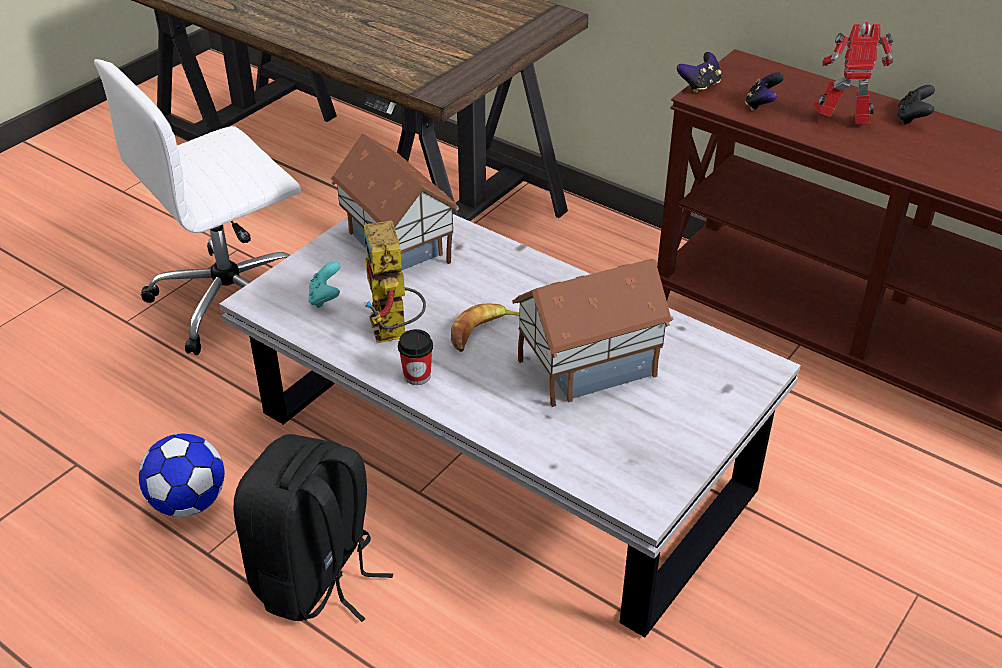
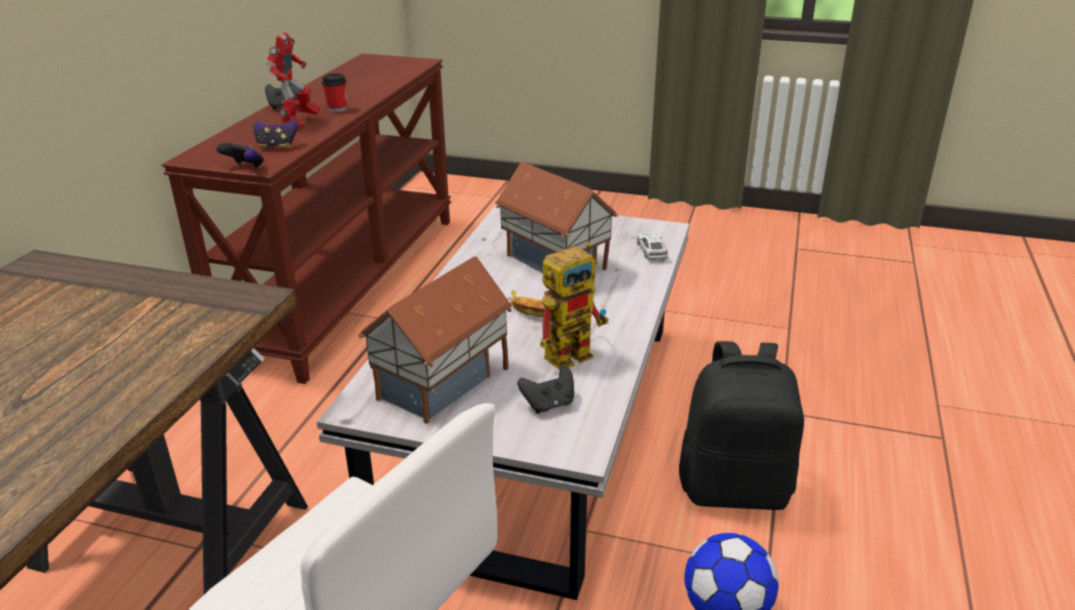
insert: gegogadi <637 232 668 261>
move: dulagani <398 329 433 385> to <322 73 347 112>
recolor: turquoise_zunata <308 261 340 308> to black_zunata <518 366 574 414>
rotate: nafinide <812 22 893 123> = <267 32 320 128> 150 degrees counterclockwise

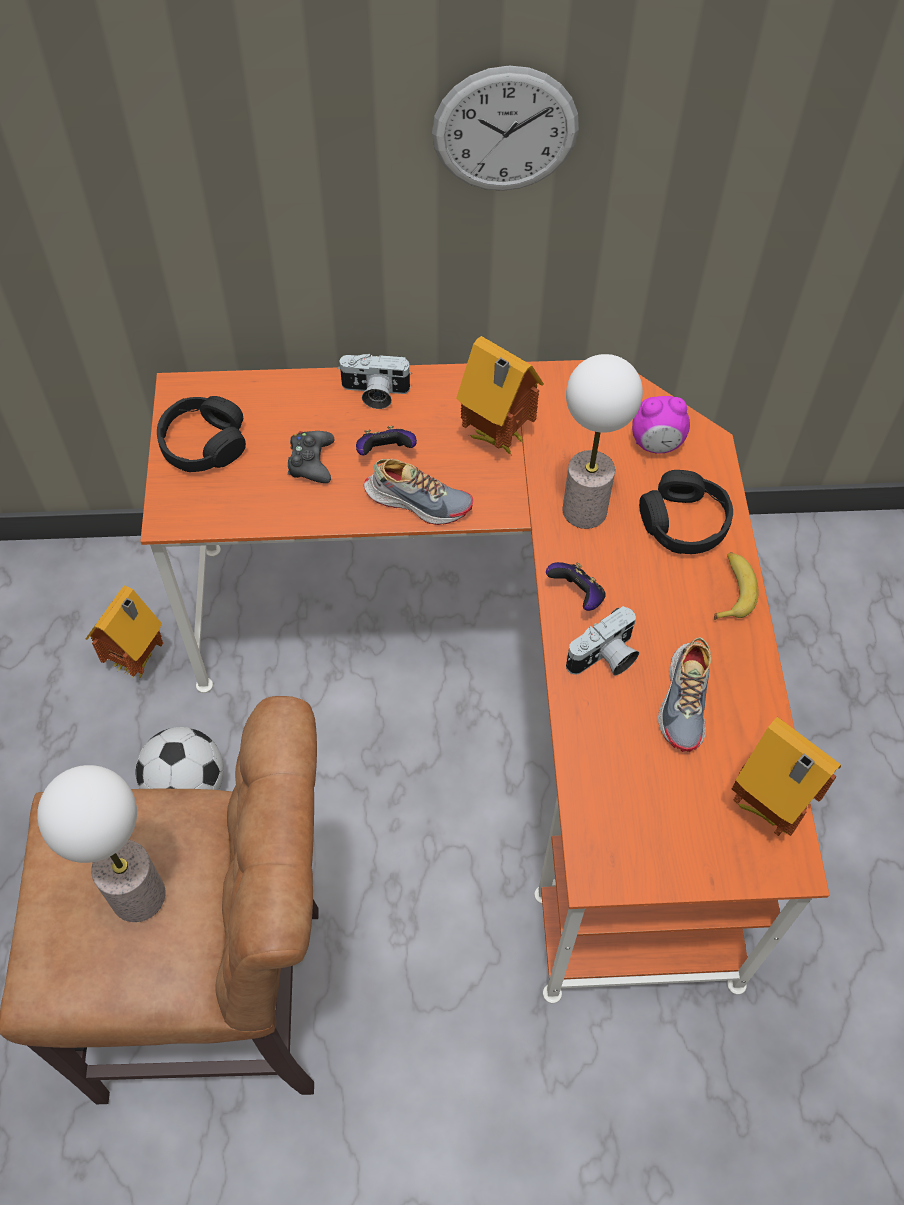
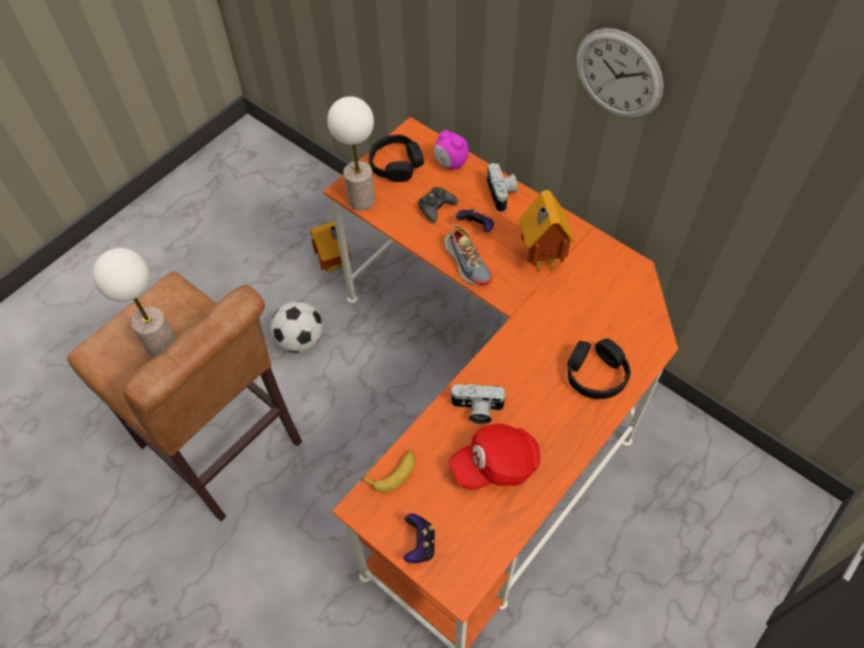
delete: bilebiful <731 717 841 836>
move: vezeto <563 354 643 529> to <327 96 375 211>; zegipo <632 396 690 454> to <434 130 468 169>; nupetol <714 552 759 620> to <360 450 415 492>; zunata <546 562 606 611> to <403 514 435 563>
replace: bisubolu <658 638 711 752> to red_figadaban <449 423 540 490>
rotate: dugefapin <338 354 412 409> = <487 163 517 212> 150 degrees counterclockwise

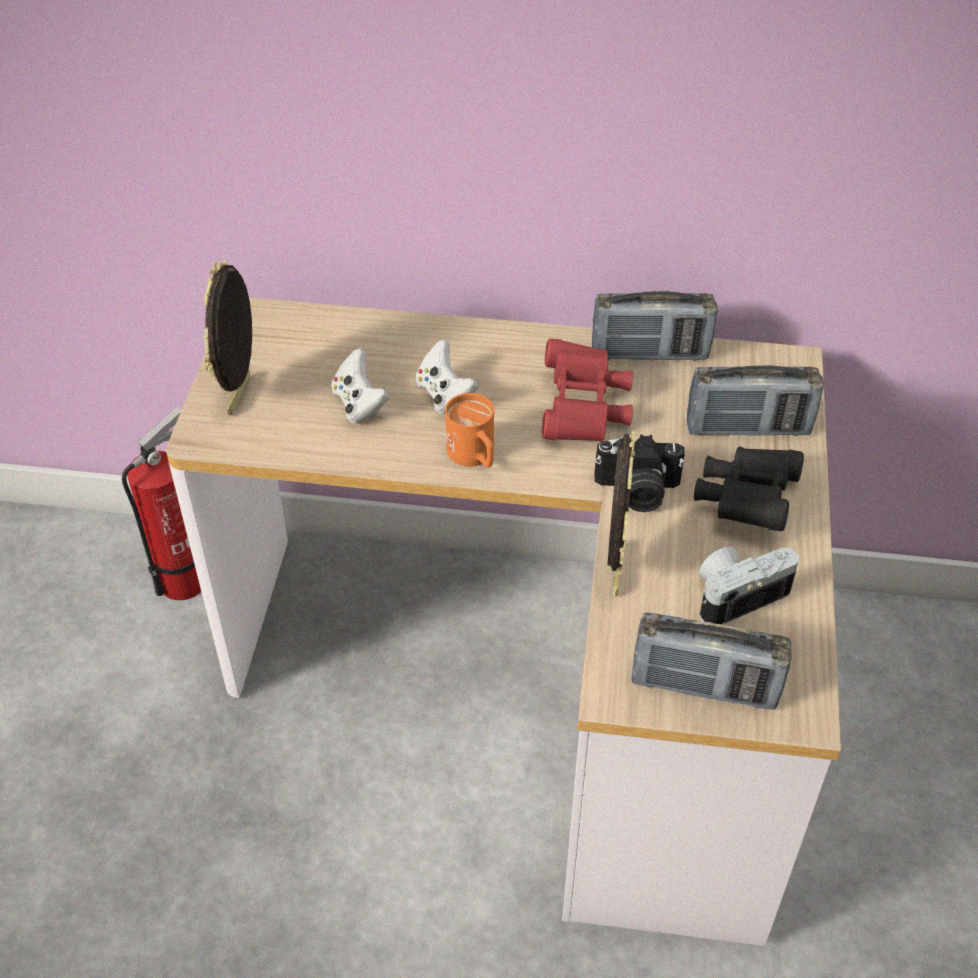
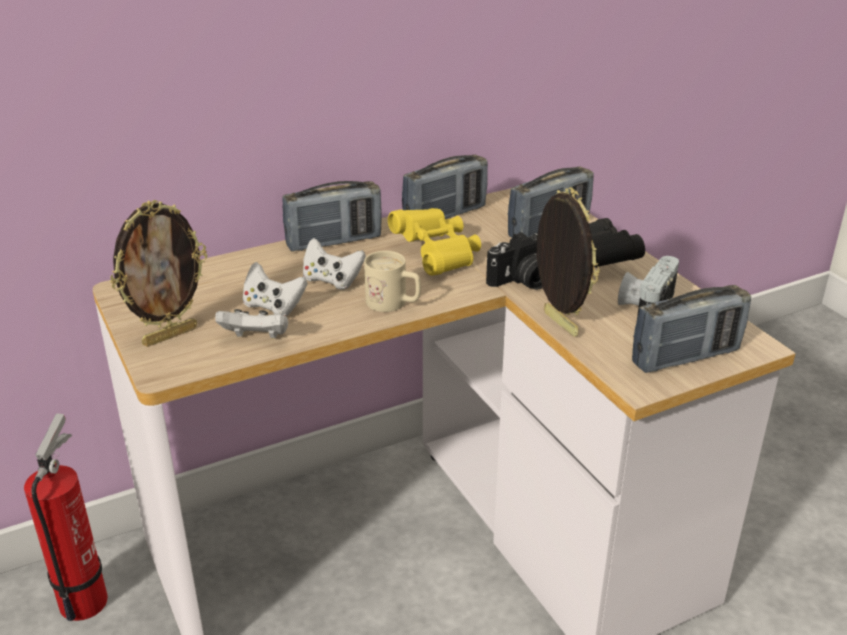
insert: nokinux <283 181 382 251>; white_zunata <215 309 288 339>
recolor: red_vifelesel <542 339 633 442> to yellow_vifelesel <388 208 481 275>; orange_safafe <445 393 494 468> to beige_safafe <364 251 421 312>
rotate: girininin <204 261 252 415> = <110 200 207 347> 105 degrees counterclockwise

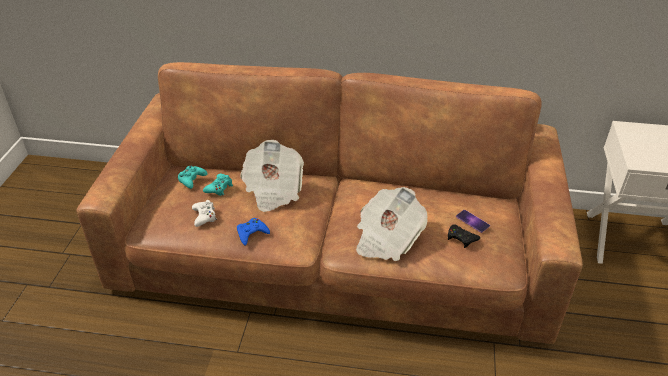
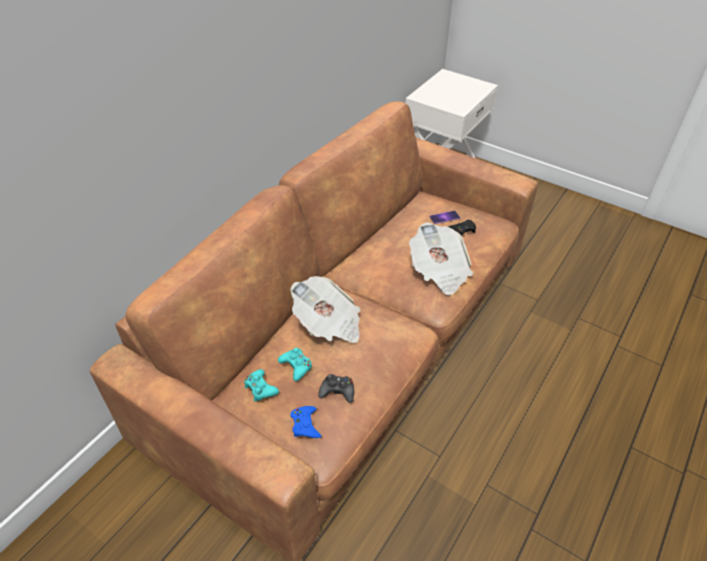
move: blue_zunata <237 218 270 246> to <290 406 321 438>
recolor: white_zunata <192 200 217 227> to black_zunata <318 374 354 403>

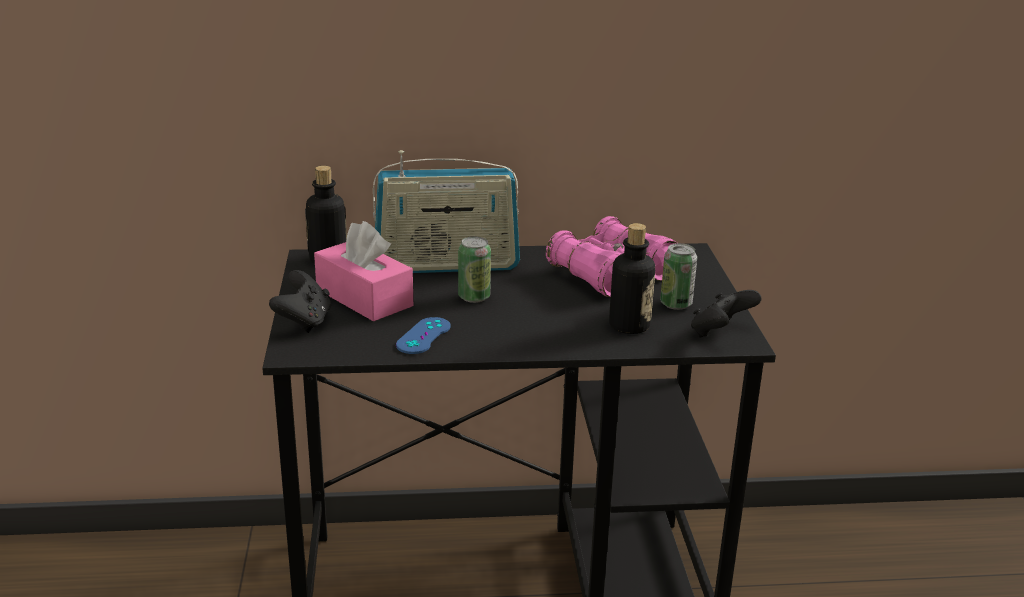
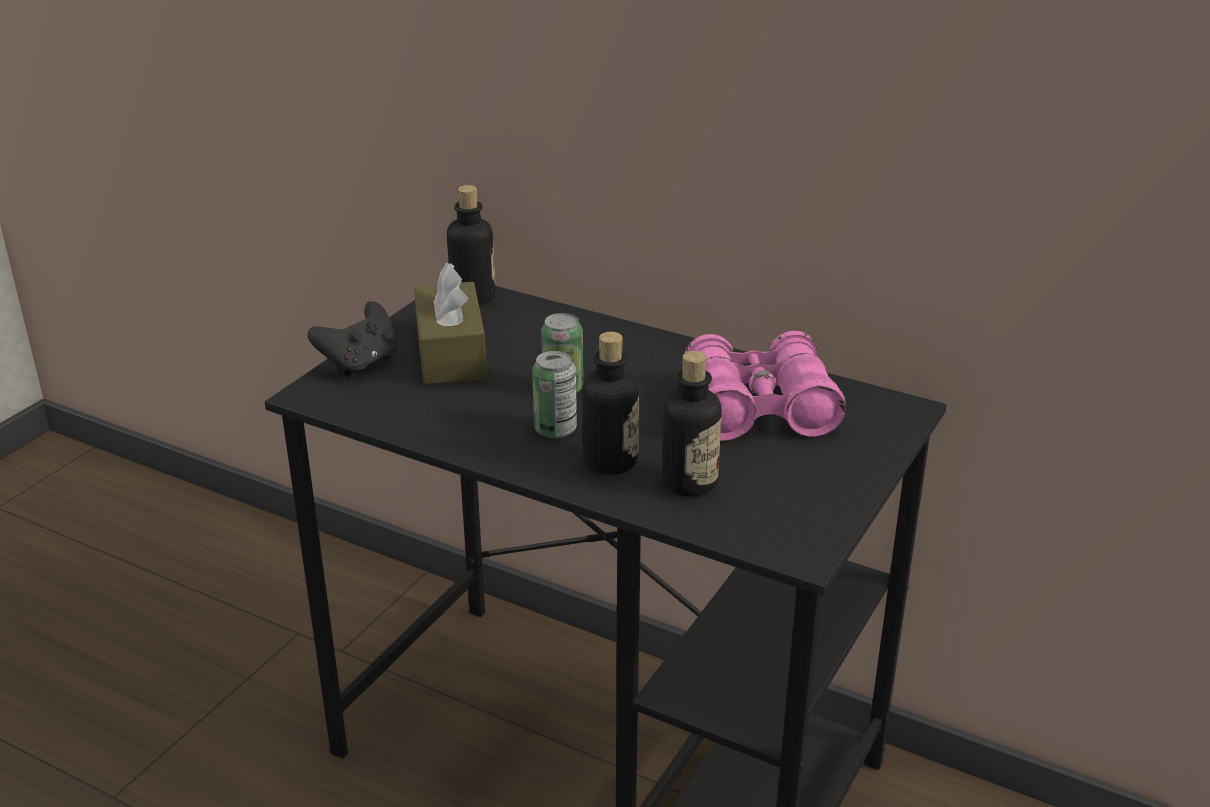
delete: nokinux <373 150 520 273>; black_zunata <691 290 762 338>; blue_zunata <396 317 451 354>
insert: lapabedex <583 332 639 475>
move: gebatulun <660 243 697 310> to <532 351 577 438>
recolor: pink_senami <314 221 413 322> to brown_senami <414 262 487 384>

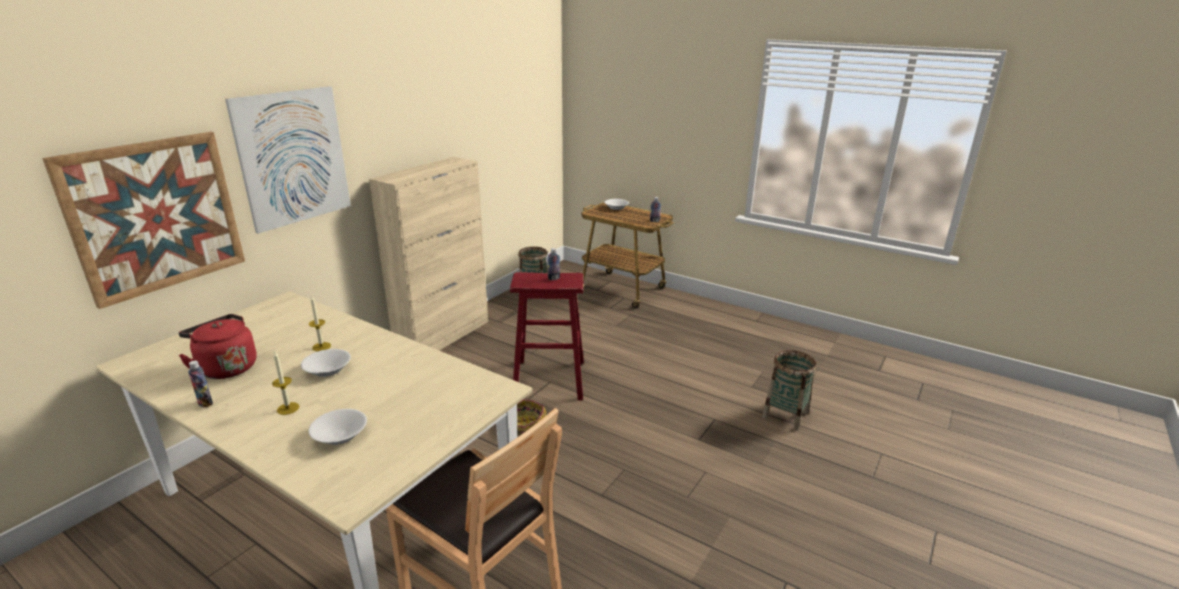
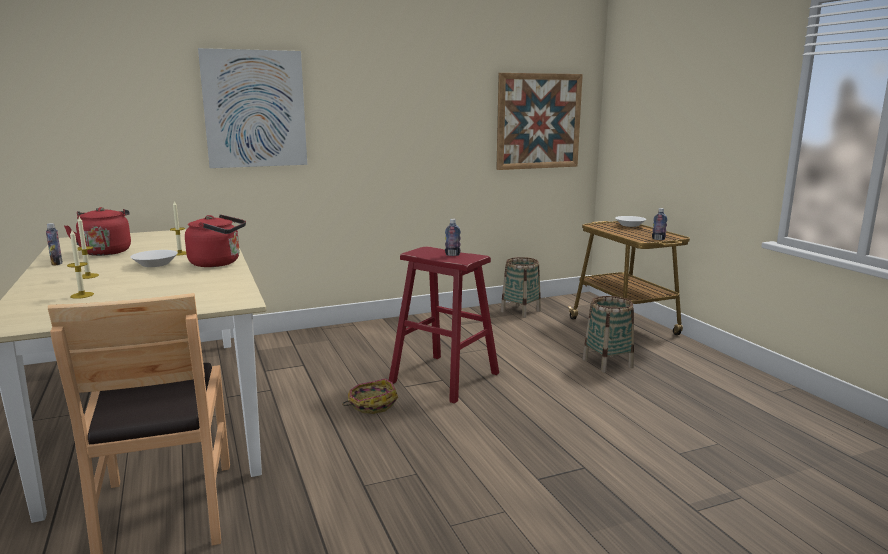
delete: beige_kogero <369 157 488 350>
insert: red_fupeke <185 214 246 267>
move: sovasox <42 132 245 309> to <496 73 583 170>; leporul <762 350 817 430> to <583 296 634 373>
replace: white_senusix <309 409 367 445> to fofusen <67 230 94 299>

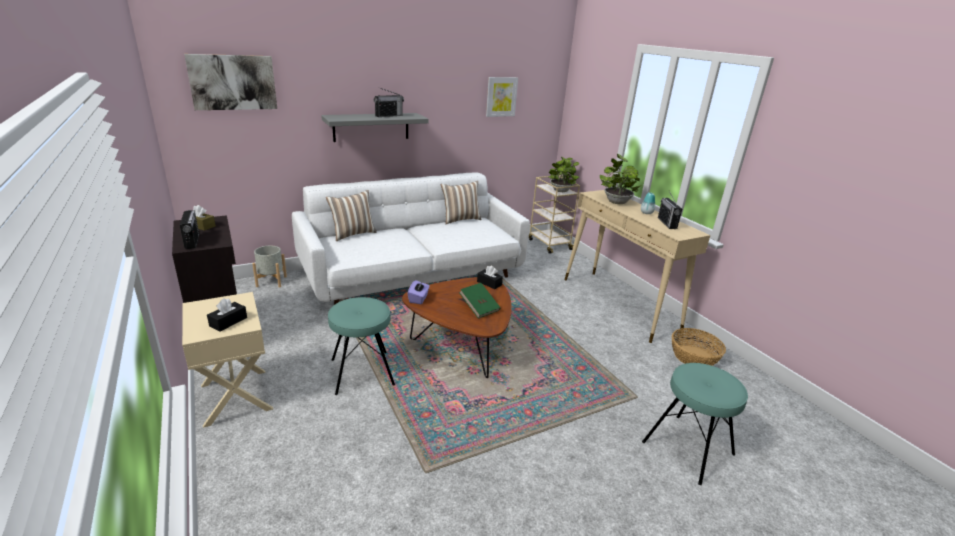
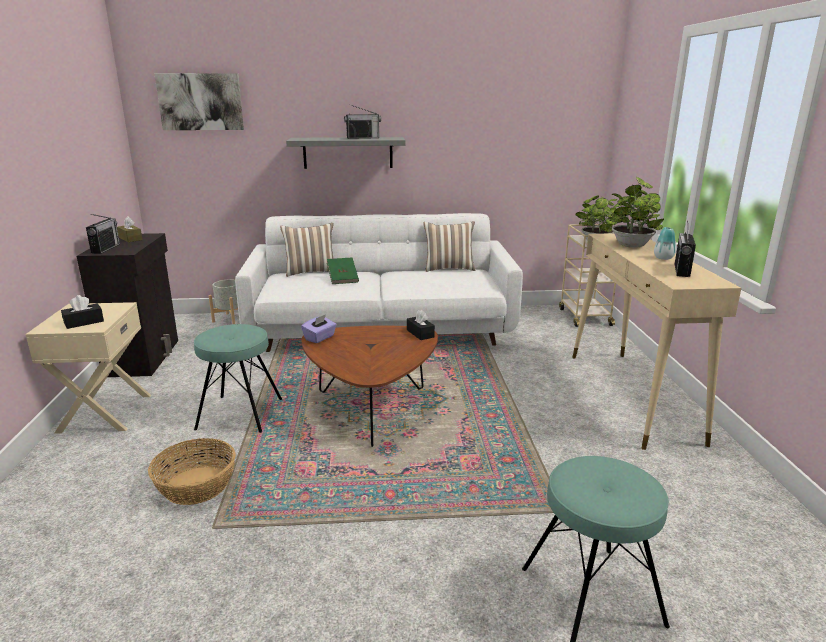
delete: sovasox <486 77 518 117>
move: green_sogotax <459 283 501 319> to <327 257 359 284>; leporul <671 328 726 366> to <148 438 236 505>

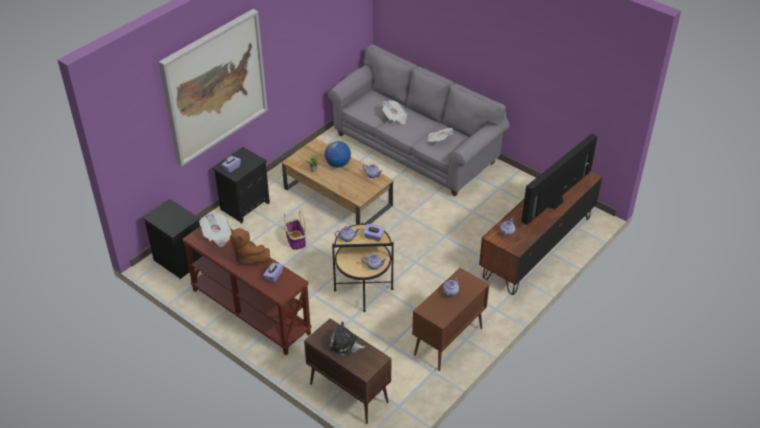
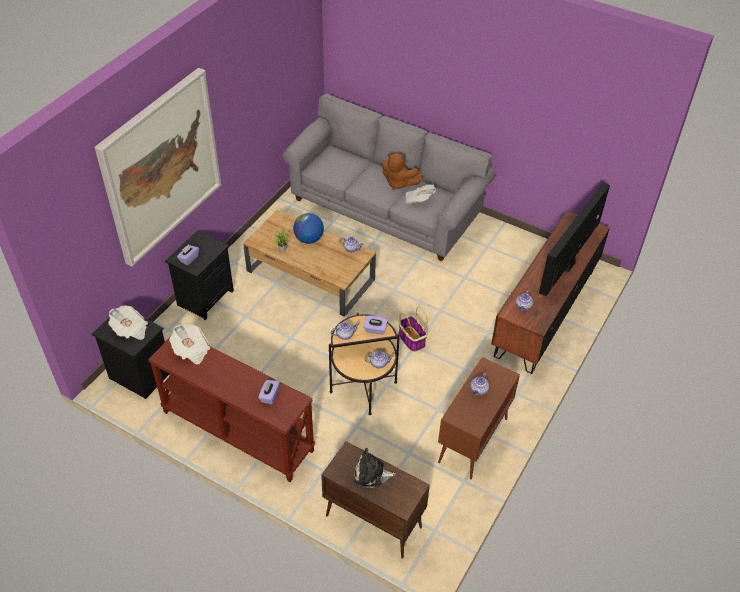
move: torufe <382 100 408 124> to <109 306 148 340>; leporul <284 211 306 250> to <399 306 428 352>; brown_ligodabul <230 228 270 266> to <381 153 422 190>

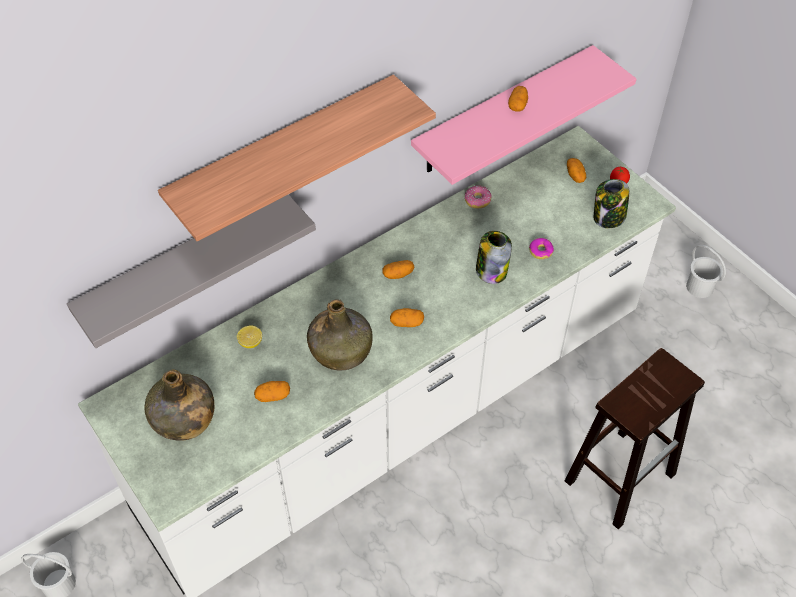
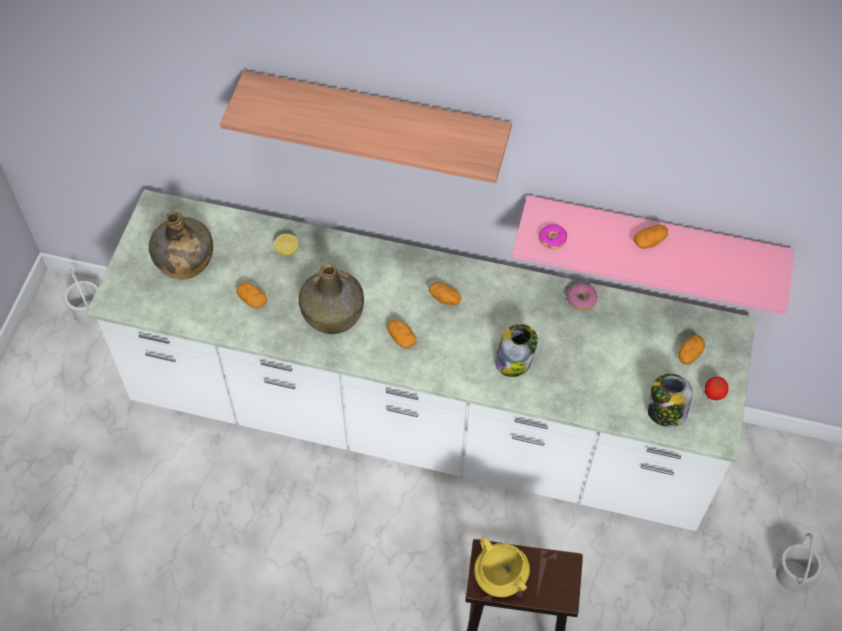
delete: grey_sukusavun <67 194 316 348>
insert: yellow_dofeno <474 537 530 597>
move: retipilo <529 238 554 259> to <539 224 567 249>

